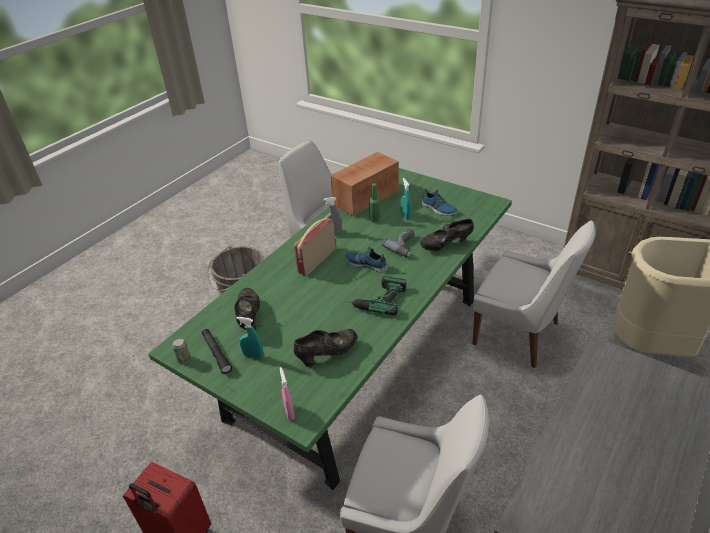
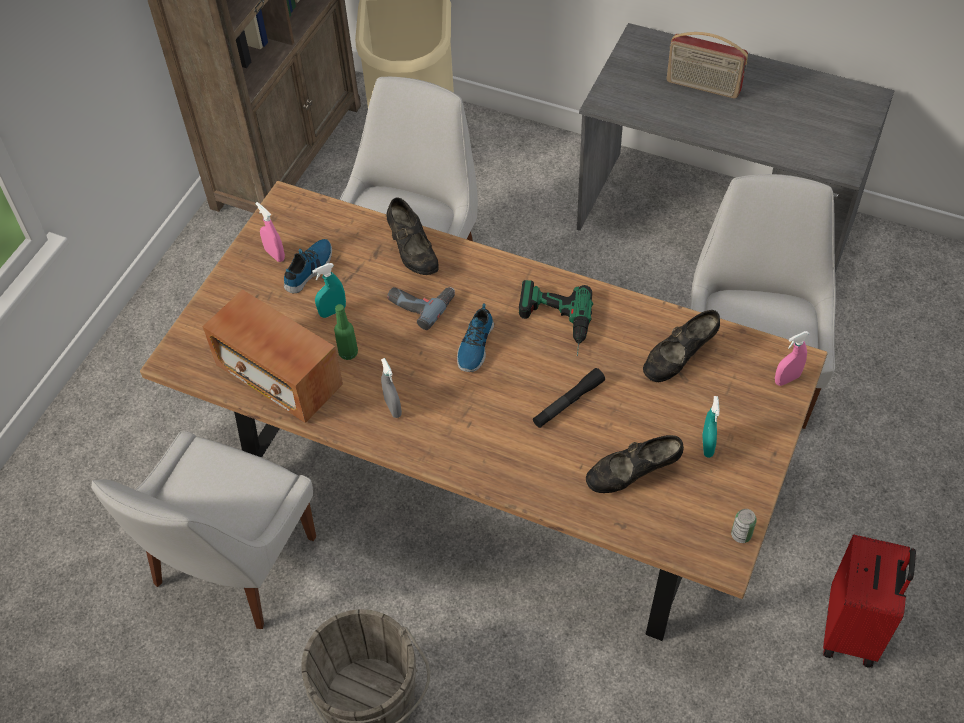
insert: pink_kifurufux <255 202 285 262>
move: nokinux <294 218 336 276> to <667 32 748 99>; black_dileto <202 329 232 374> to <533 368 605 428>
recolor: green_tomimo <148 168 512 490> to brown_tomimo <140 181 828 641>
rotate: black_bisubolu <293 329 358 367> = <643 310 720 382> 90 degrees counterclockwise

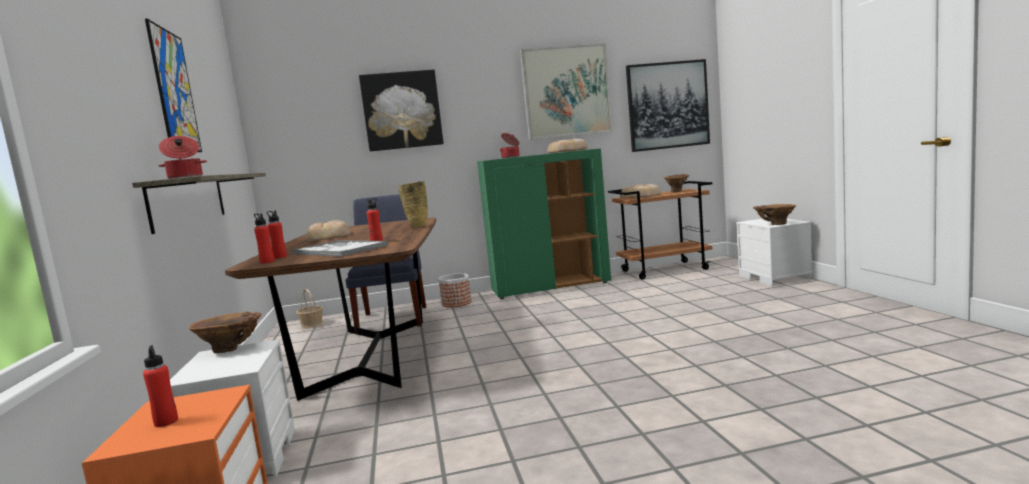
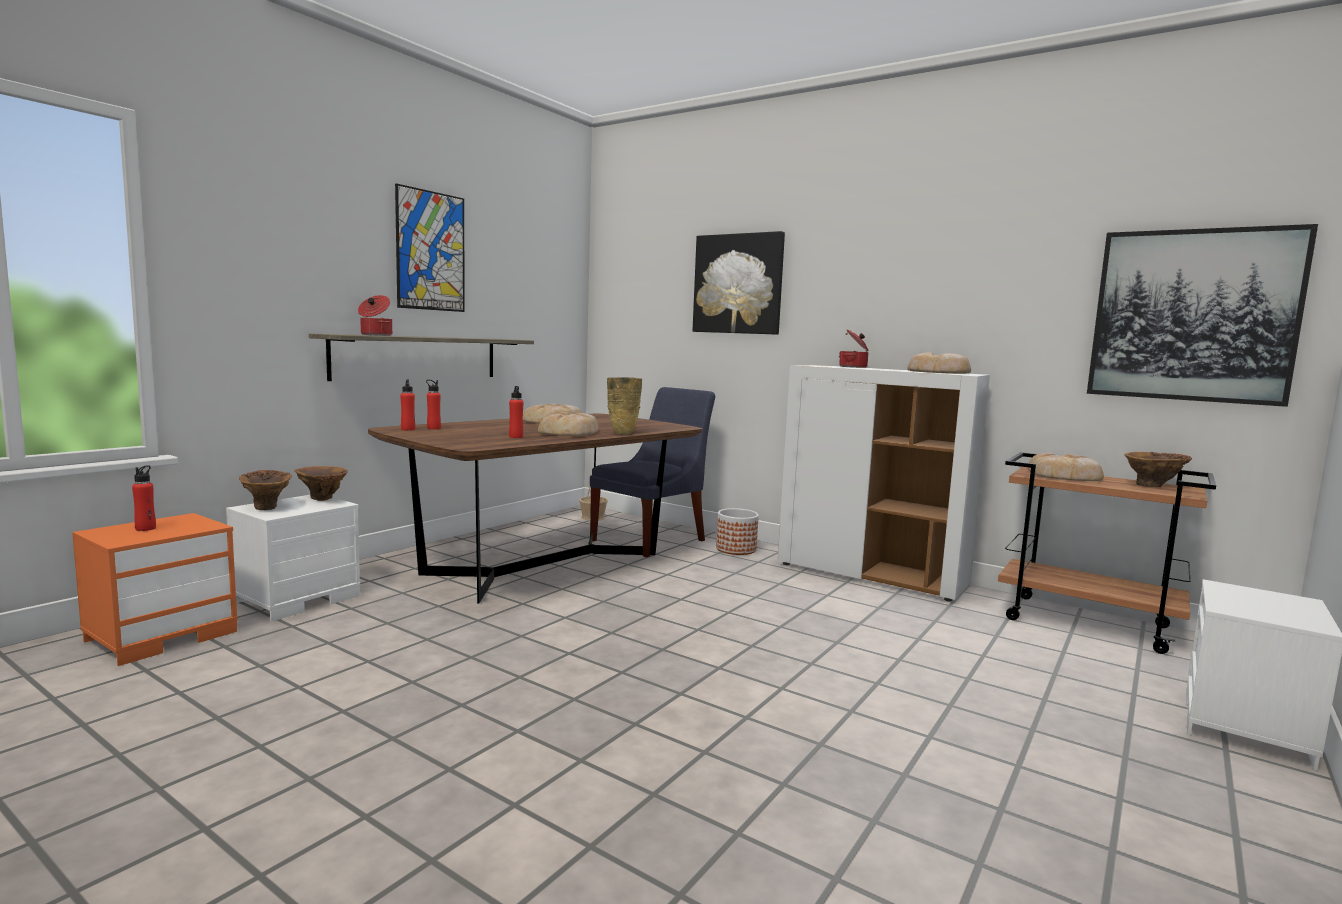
delete: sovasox <520 43 612 140>; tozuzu <292 240 388 257>
insert: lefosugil <538 412 599 436>
move: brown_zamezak <753 204 797 225> to <239 470 292 510>
recolor: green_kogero <477 148 611 299> to white_kogero <778 365 990 602>

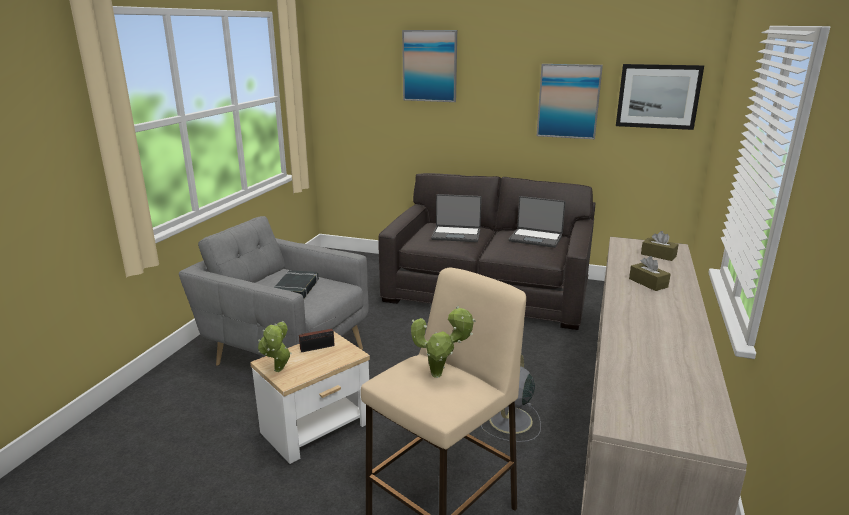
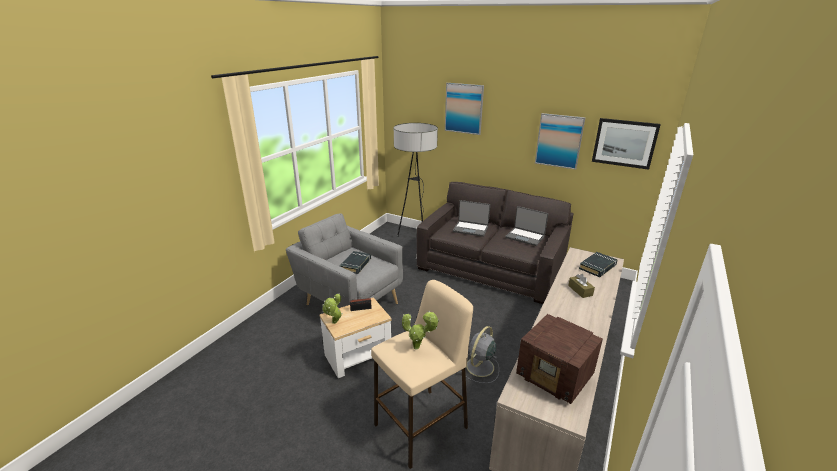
insert: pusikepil <394 123 438 259>; nokinux <516 314 603 404>
replace: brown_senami <641 231 679 261> to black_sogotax <579 252 617 277>

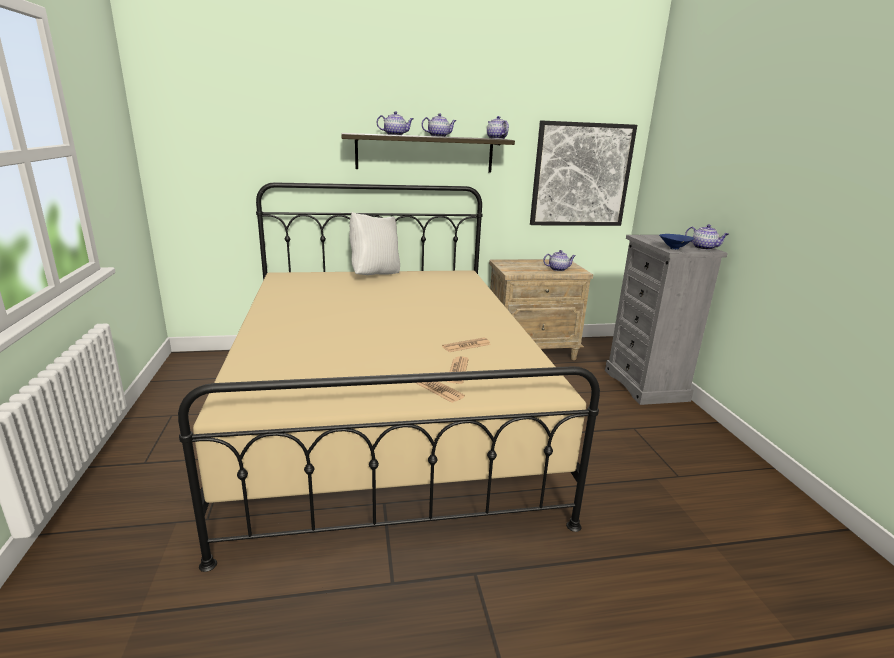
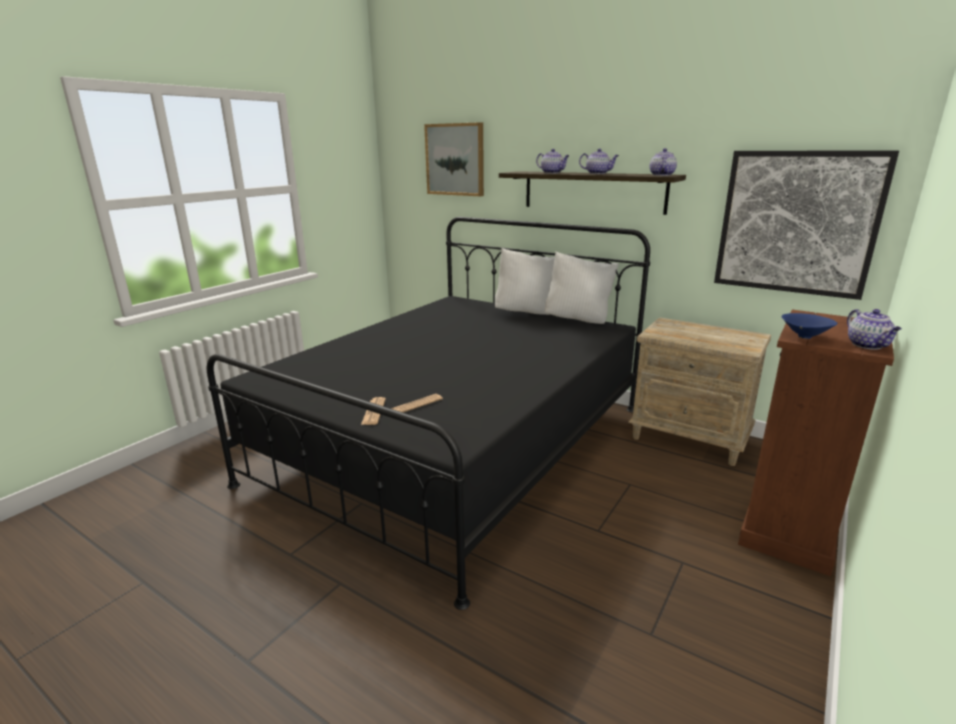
delete: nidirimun <543 250 576 271>; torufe <442 338 491 352>
insert: sovasox <424 122 484 196>; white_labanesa <545 252 619 324>
recolor: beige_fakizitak <178 182 600 572> to black_fakizitak <207 217 650 610>; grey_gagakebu <605 235 728 405> to brown_gagakebu <738 310 894 576>

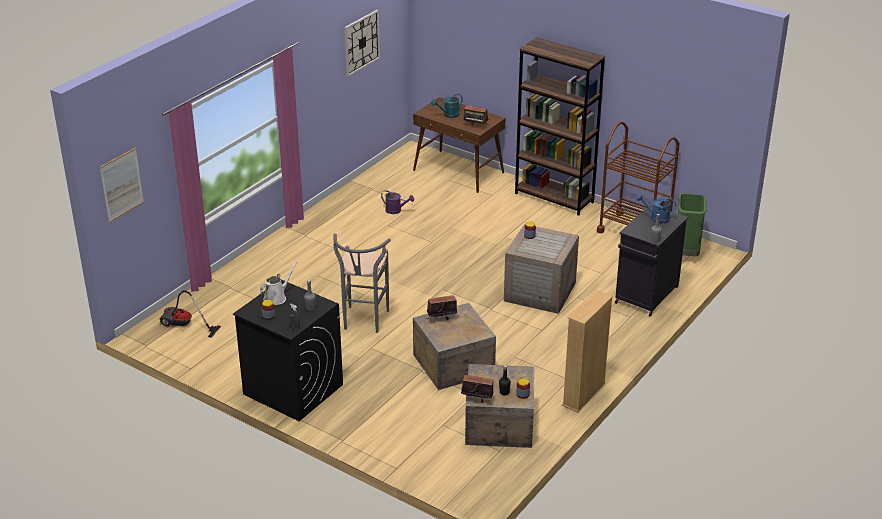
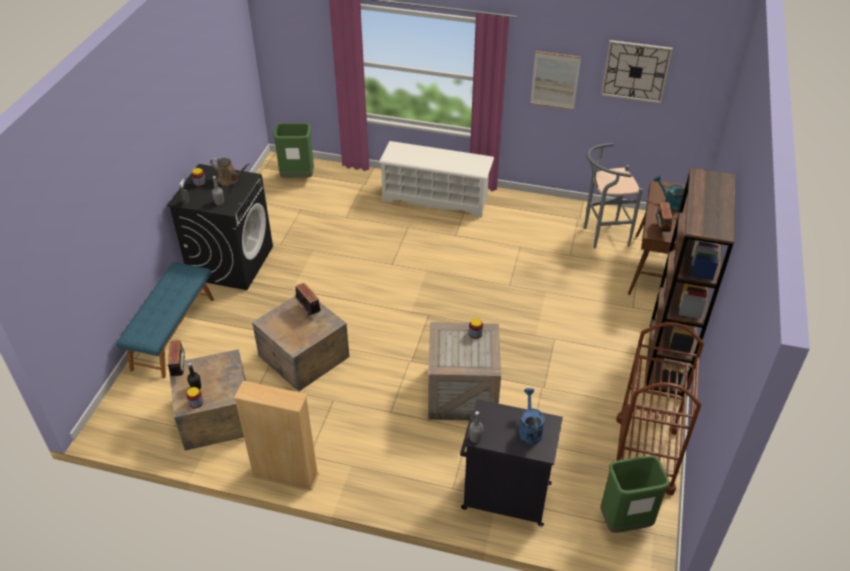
delete: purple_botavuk <381 190 414 214>
insert: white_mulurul <379 141 494 218>; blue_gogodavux <116 262 214 378>
move: sovasox <100 147 144 223> to <530 51 581 110>; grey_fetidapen <333 233 391 333> to <584 143 643 248>
replace: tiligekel <160 290 221 338> to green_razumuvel <273 123 314 178>
recolor: white_botavuk <260 262 297 305> to brown_botavuk <210 158 250 186>

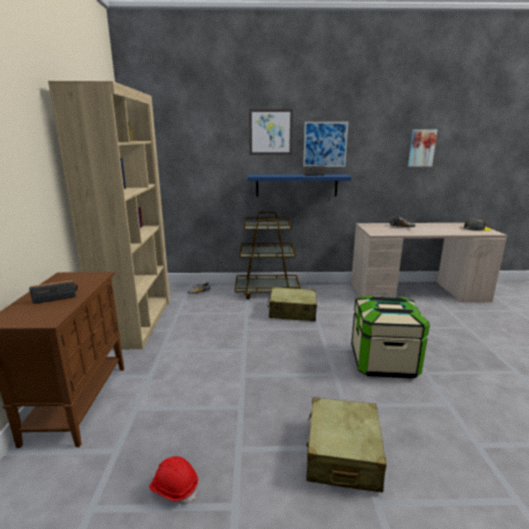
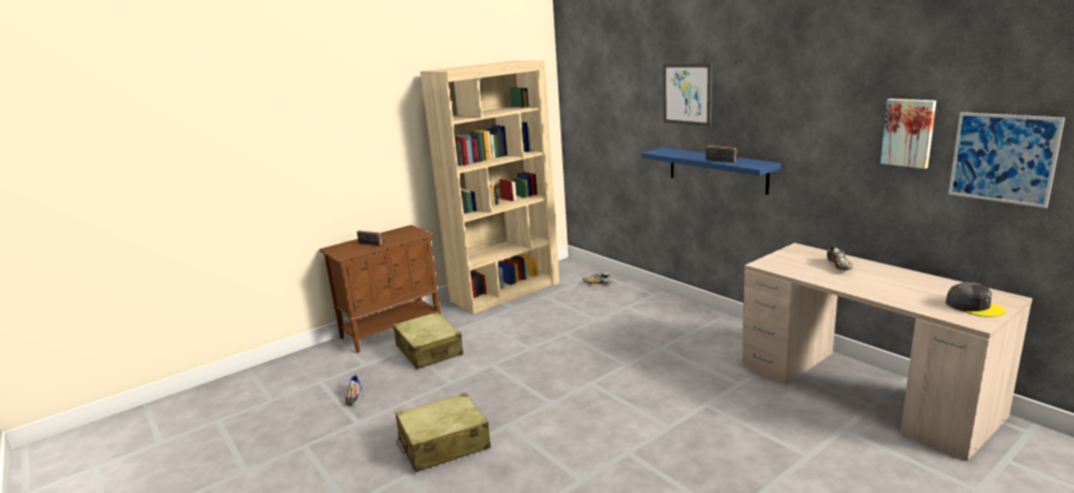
delete: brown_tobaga <235 212 300 299>; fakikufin <351 296 430 379>
move: sovasox <303 122 348 167> to <948 112 1065 208>; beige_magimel <267 287 317 321> to <393 312 463 369>
replace: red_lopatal <149 456 198 505> to bisubolu <341 374 364 406>

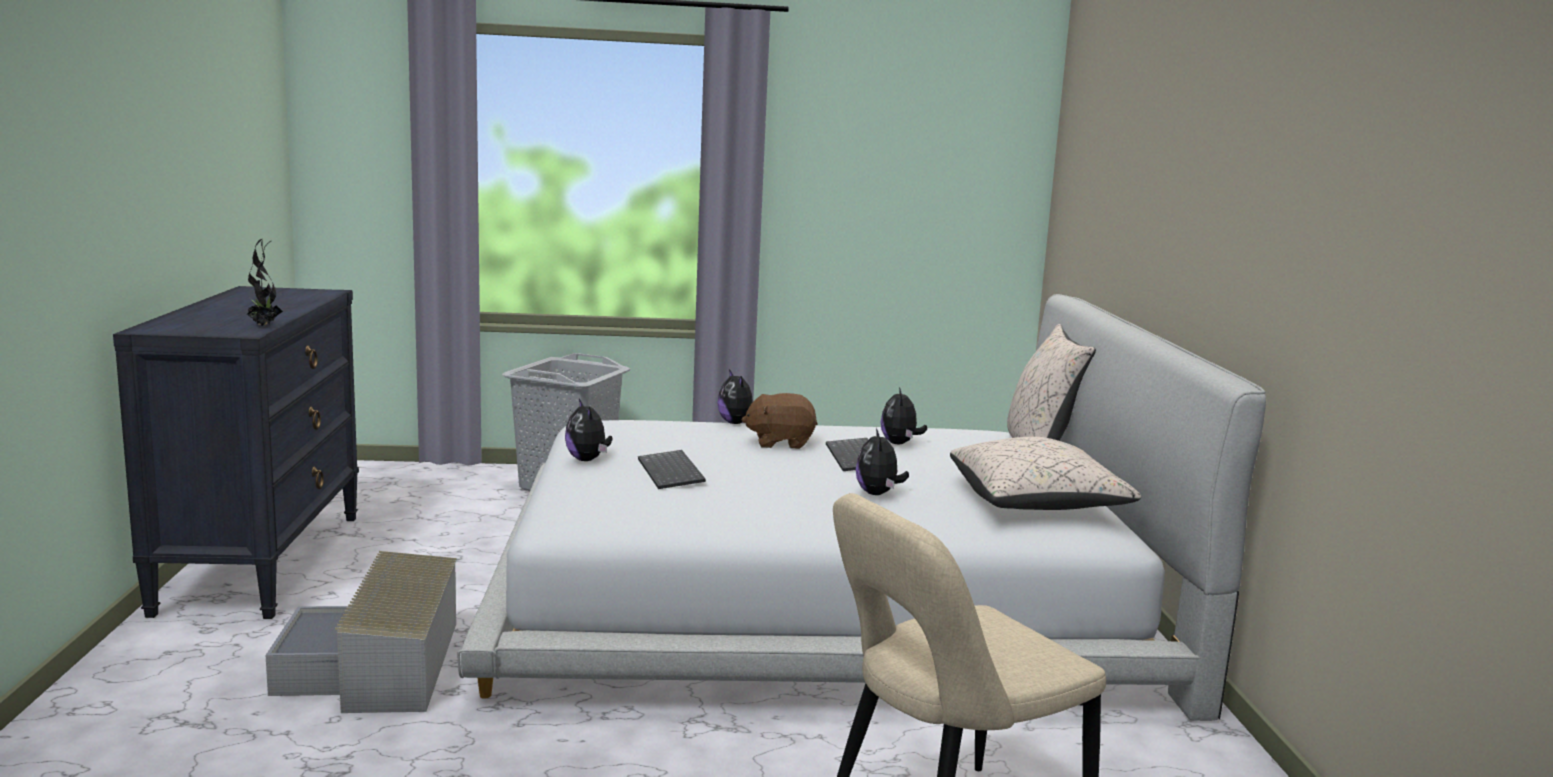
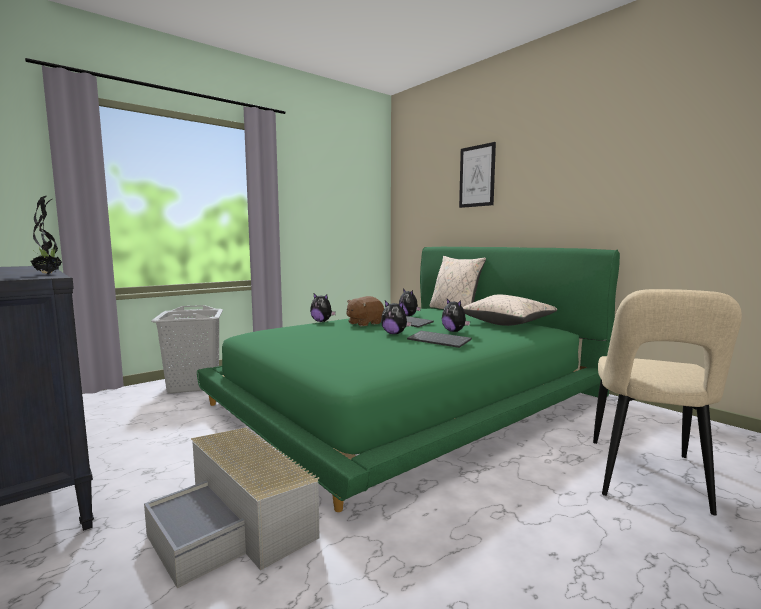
insert: sovasox <459 142 496 208>
move: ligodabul <565 399 613 461> to <381 301 411 334>; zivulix <638 450 706 489> to <407 331 472 348>
recolor: white_fakizitak <457 294 1266 721> to green_fakizitak <197 247 620 512>

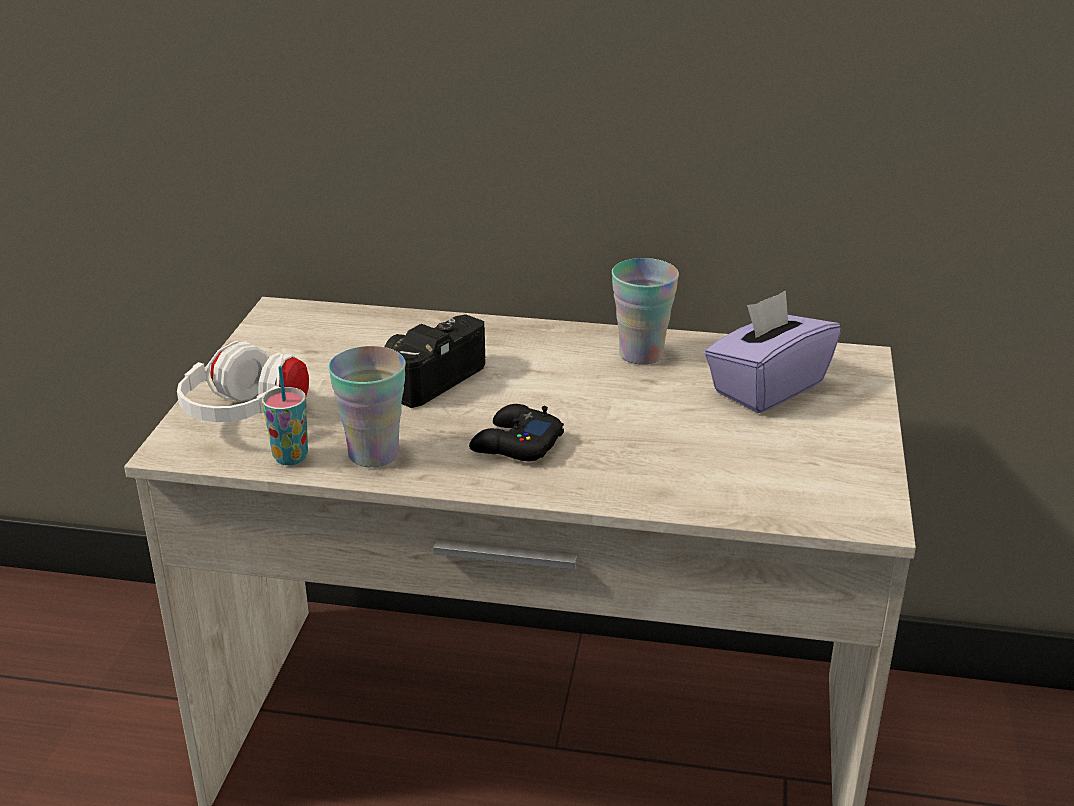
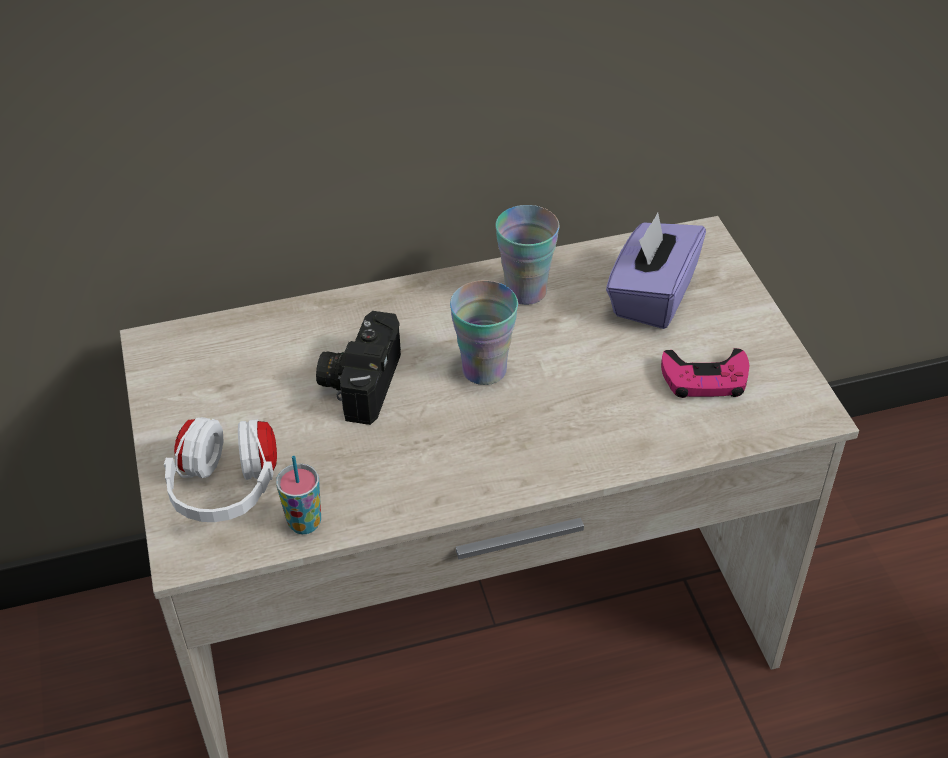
delete: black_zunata <469 404 564 461>
insert: pink_zunata <661 348 749 398>
move: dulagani <328 346 406 467> to <450 280 518 385>

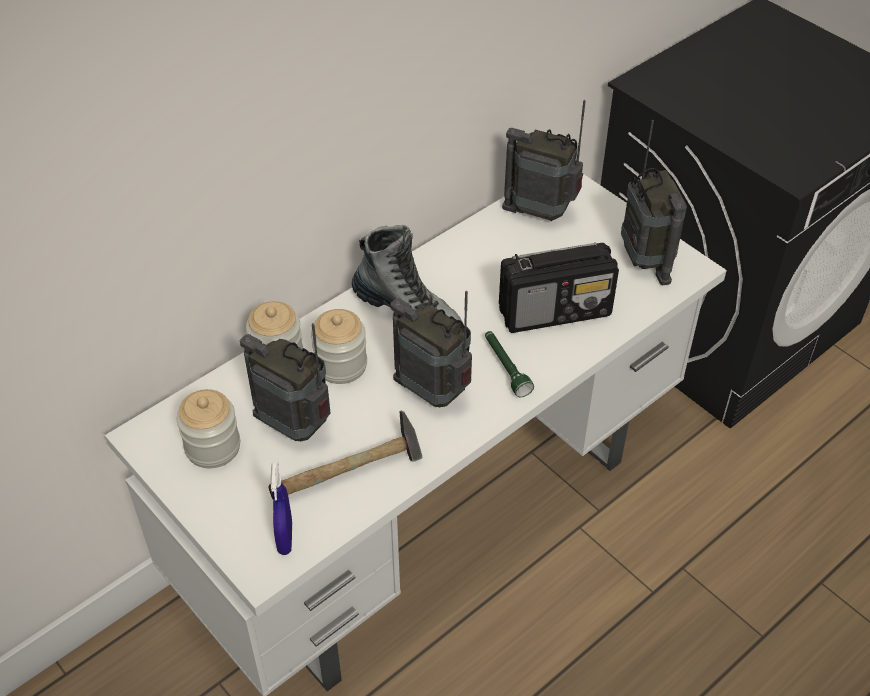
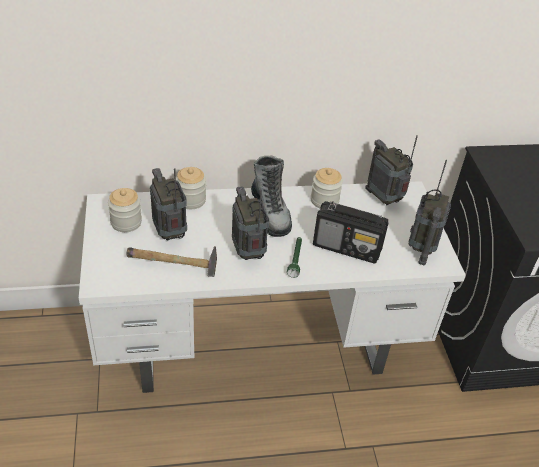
delete: blue_kifurufux <270 462 292 555>
move: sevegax <311 309 367 384> to <311 168 343 208>

